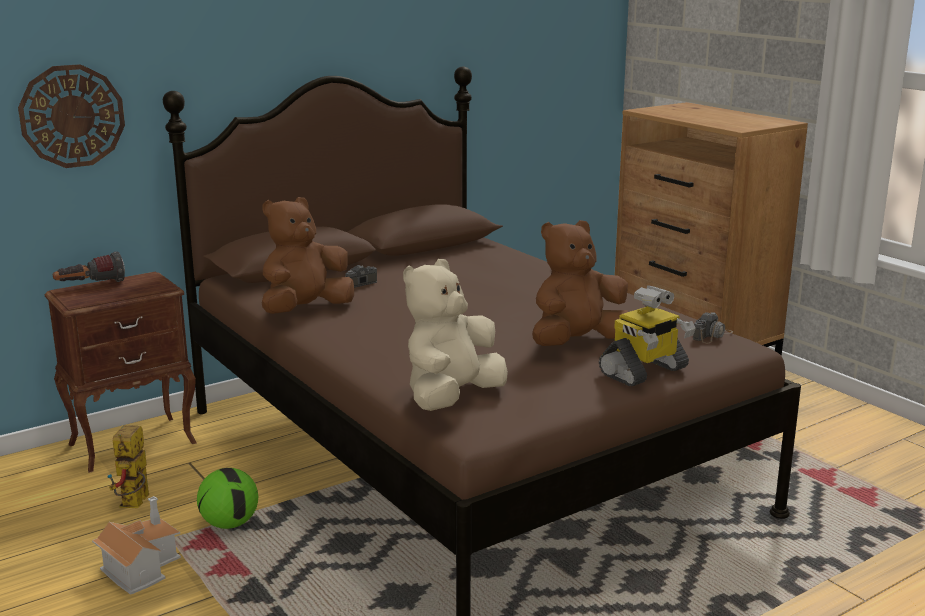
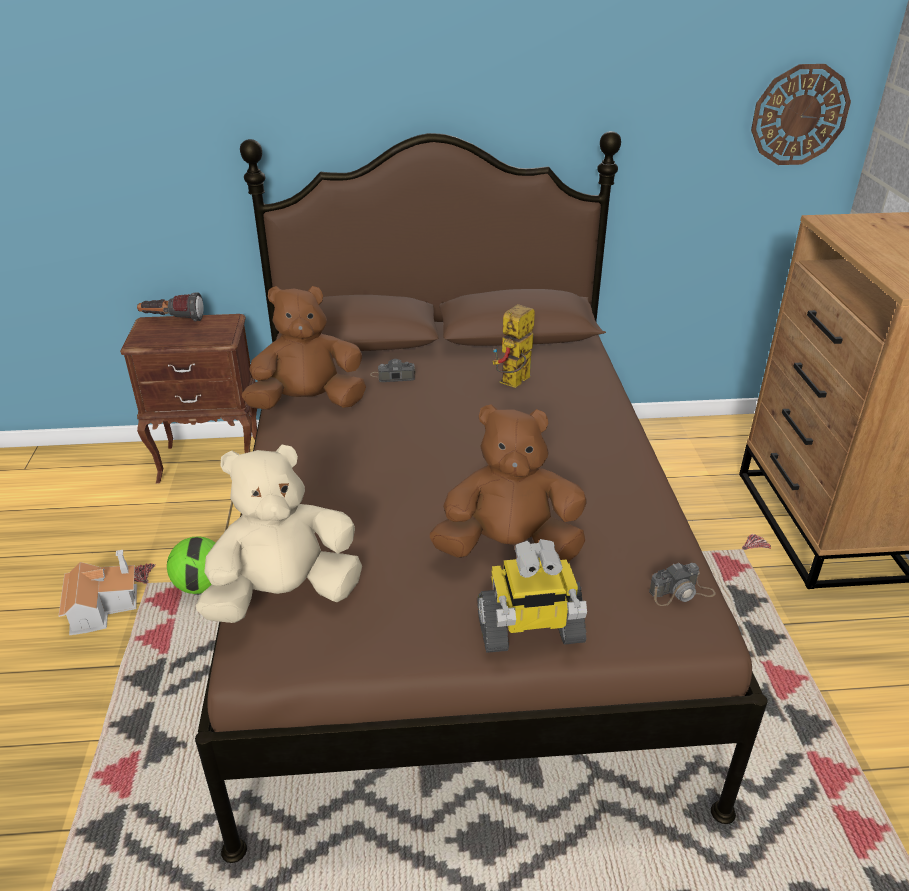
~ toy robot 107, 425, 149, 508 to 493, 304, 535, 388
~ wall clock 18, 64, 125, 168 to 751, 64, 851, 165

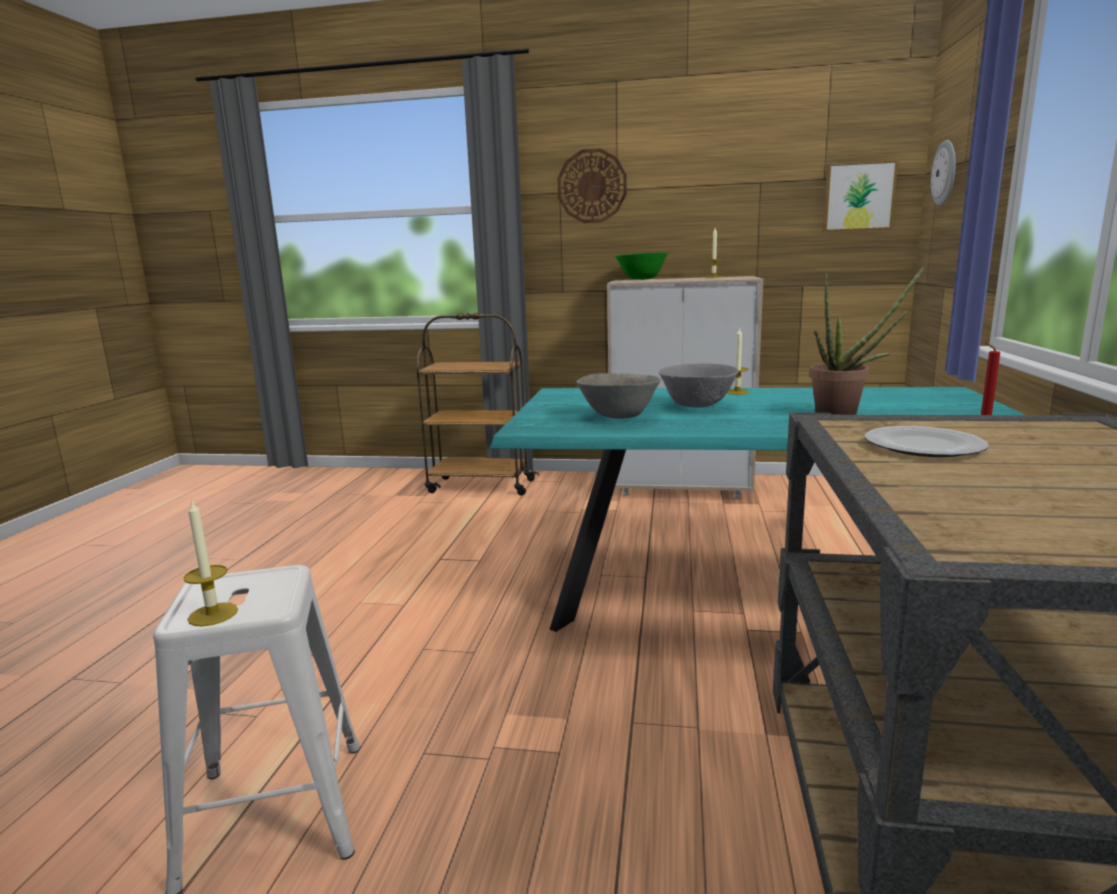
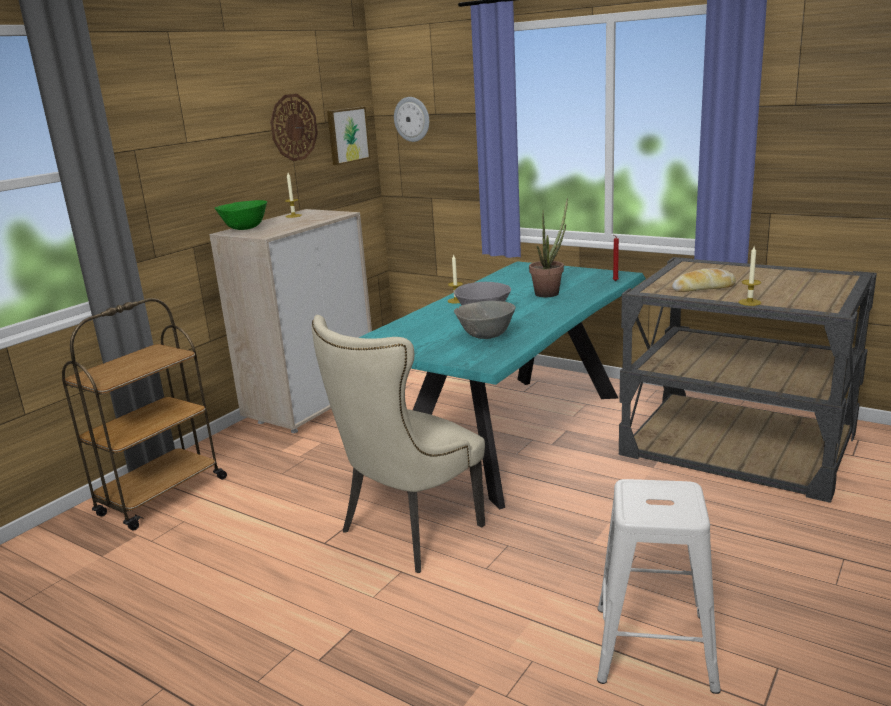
~ wall clock 557, 148, 627, 223 to 270, 94, 318, 161
+ beige chair 311, 315, 485, 573
~ plate 865, 426, 989, 457 to bread 672, 269, 736, 292
~ candle 184, 498, 238, 626 to 738, 247, 761, 306

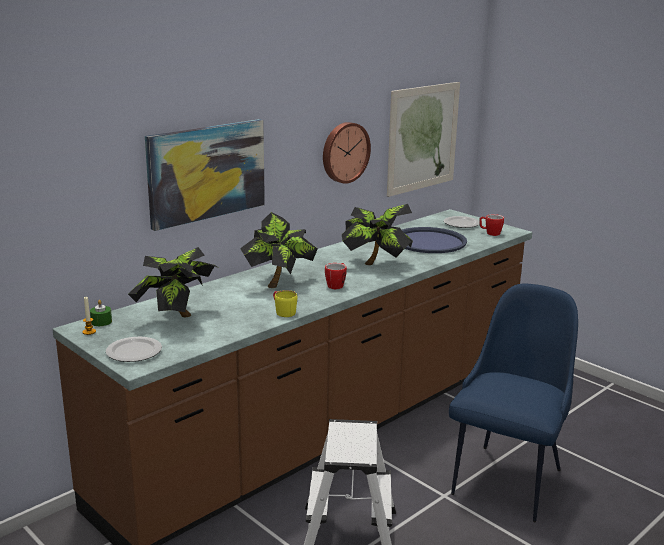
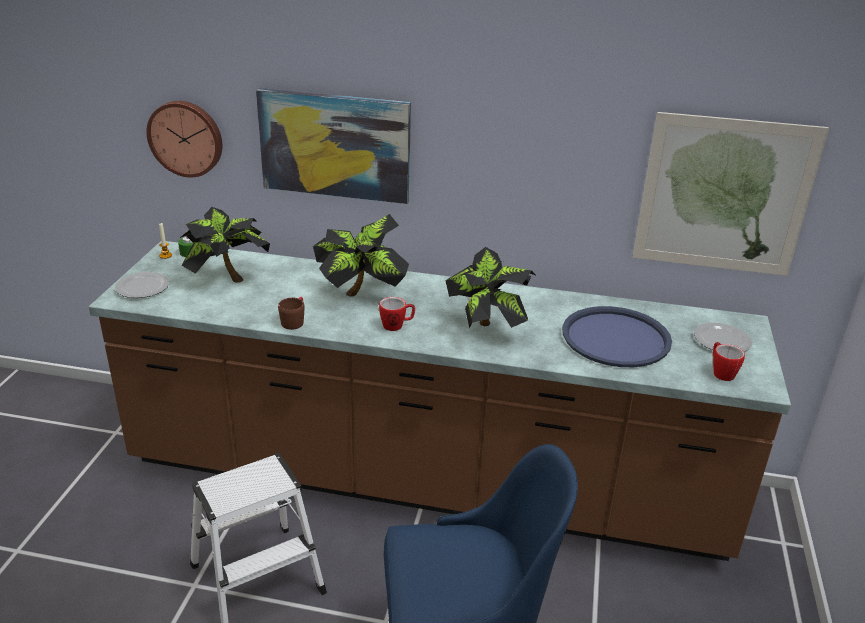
~ wall clock 323, 122, 371, 184 to 146, 101, 222, 178
~ yellow mug 273, 290, 297, 317 to brown mug 278, 297, 305, 330

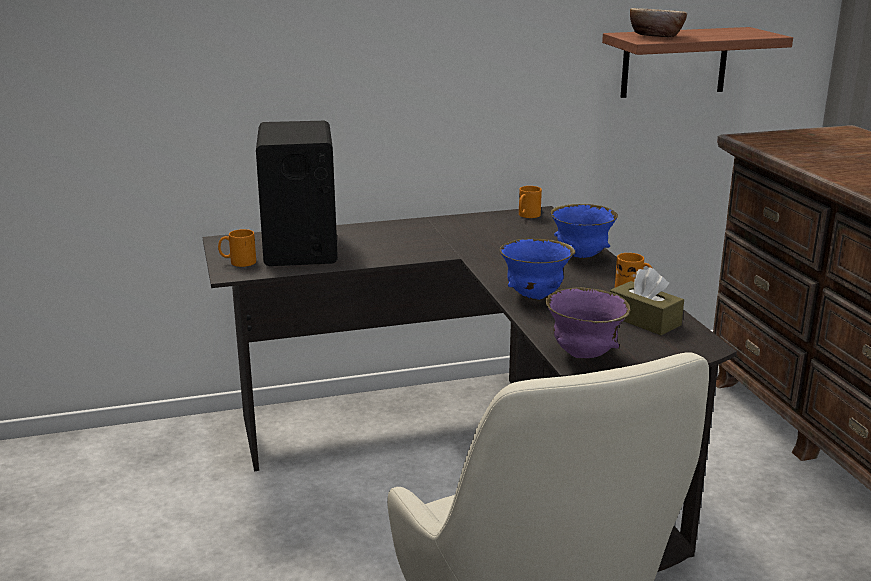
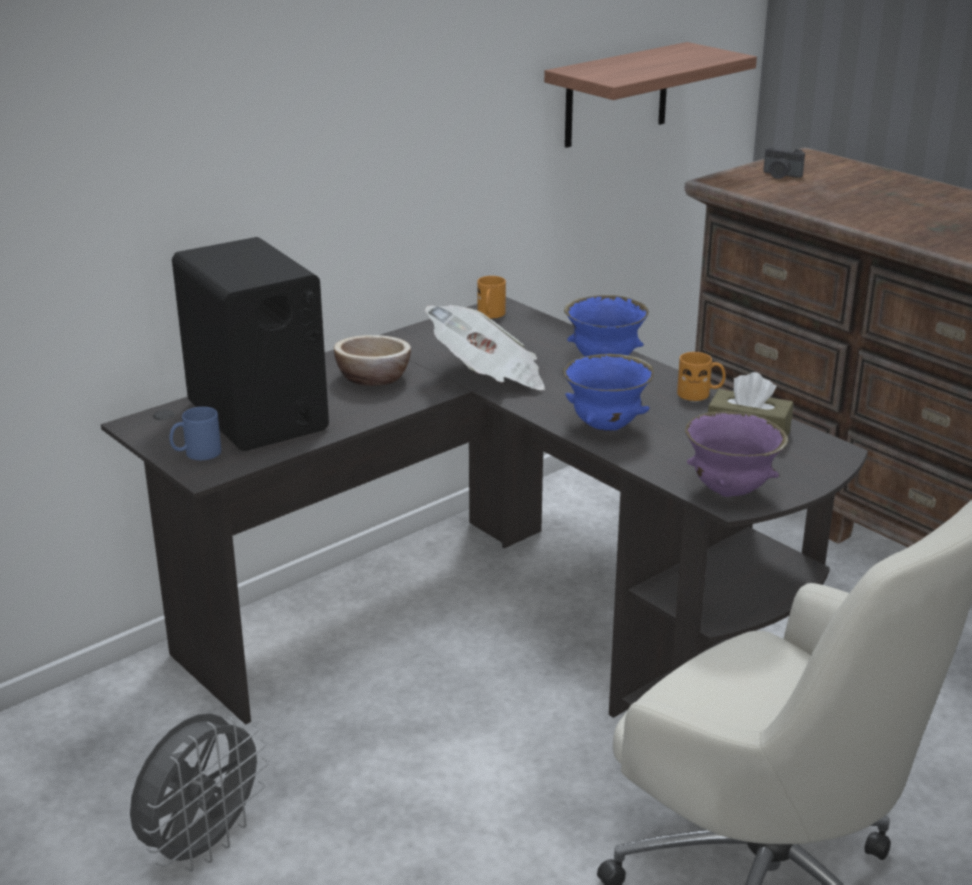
+ grey fan 130, 713, 269, 872
~ orange mug 218, 229, 256, 267 to blue mug 169, 407, 221, 460
~ bowl 630, 8, 687, 37 to 334, 335, 411, 386
+ newspaper 425, 305, 545, 390
+ photo camera 763, 147, 805, 179

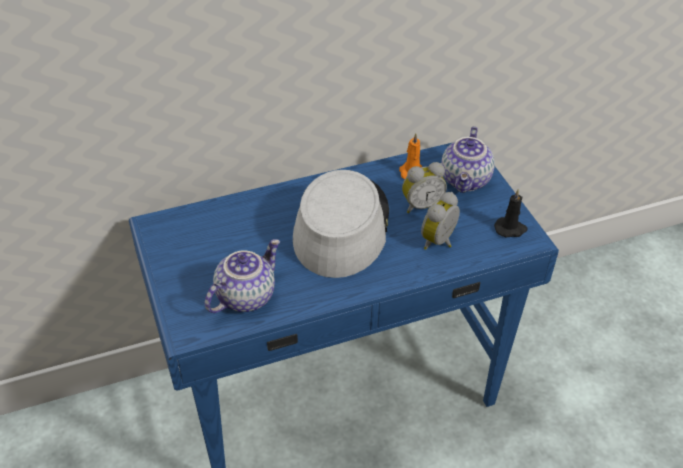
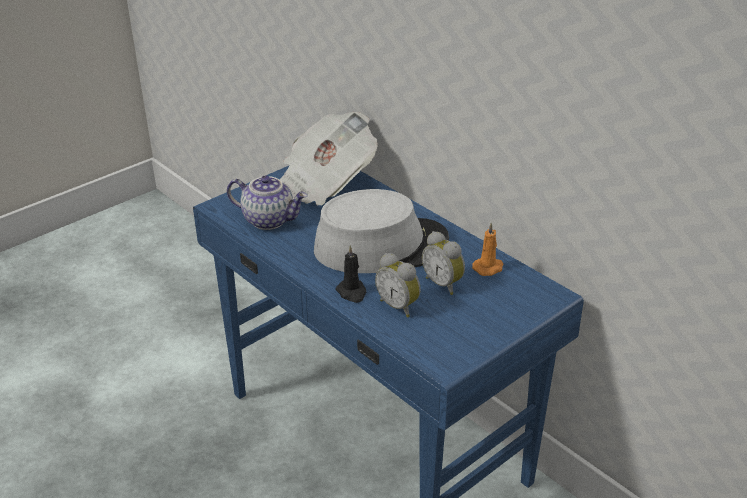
+ newspaper 280, 112, 377, 206
~ black candle 494, 189, 528, 238 to 336, 245, 366, 303
~ alarm clock 421, 192, 460, 250 = 375, 253, 421, 318 150 degrees counterclockwise
- teapot 441, 126, 495, 193

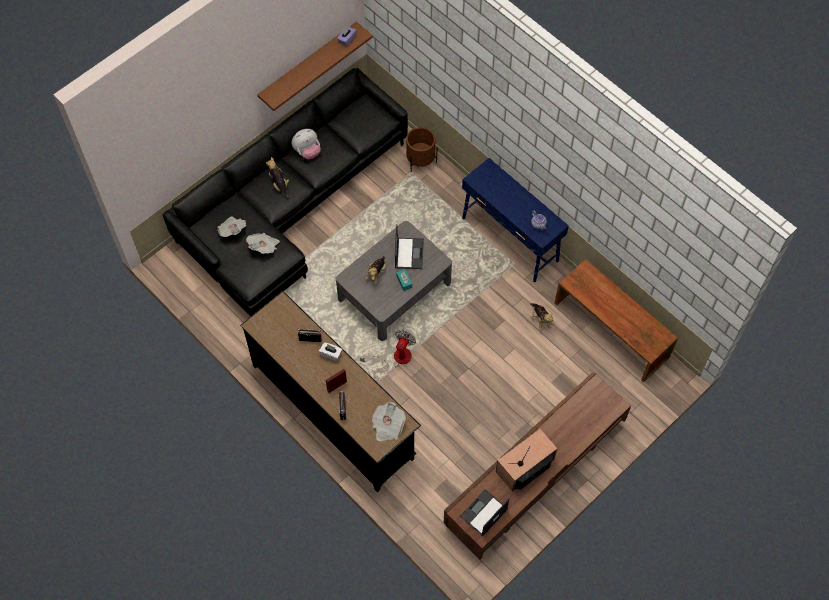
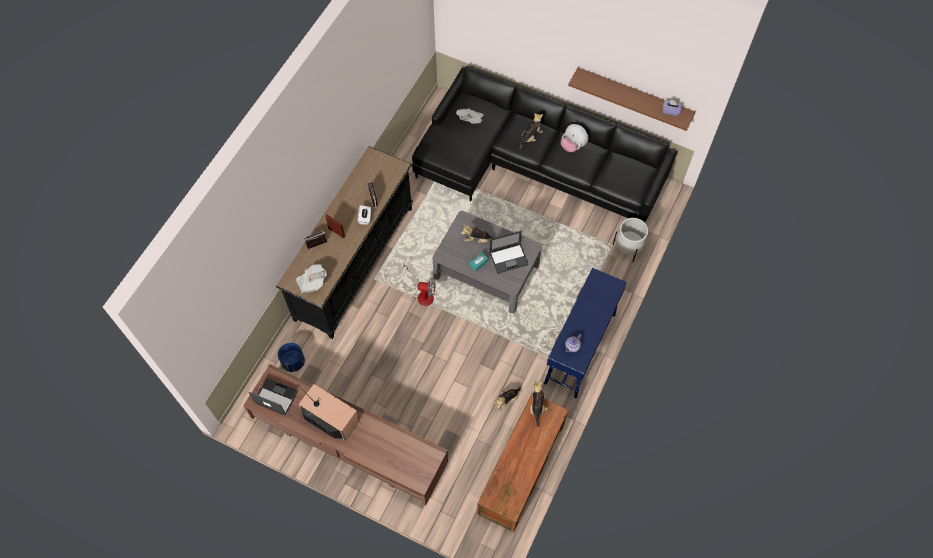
+ blue planter 278, 343, 305, 372
+ plush toy 530, 381, 548, 427
~ brown planter 406, 127, 437, 172 to white planter 613, 218, 648, 262
- newspaper 246, 233, 280, 254

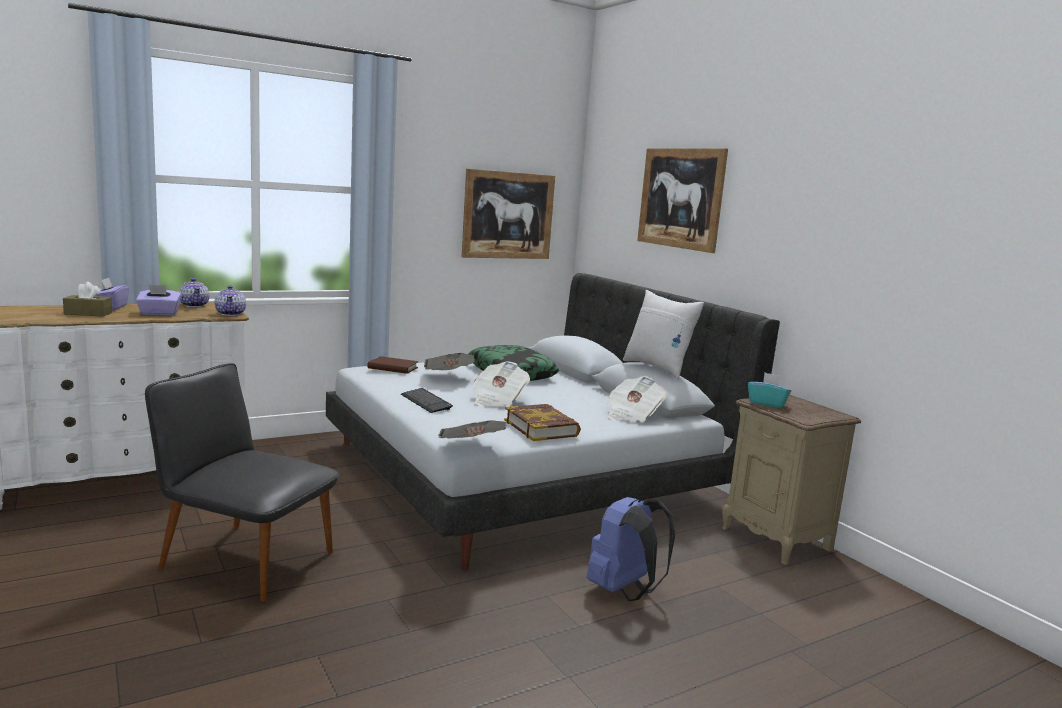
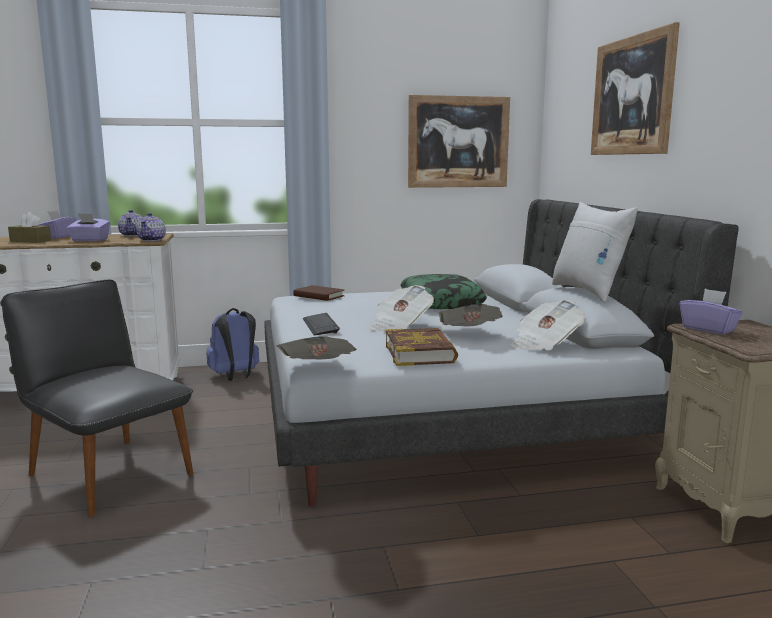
~ blue backpack 586, 496, 675, 601 to 206, 308, 259, 381
~ newspaper 424, 353, 475, 370 to 439, 304, 503, 326
~ turquoise tissue box 748, 373, 791, 408 to purple tissue box 680, 289, 743, 335

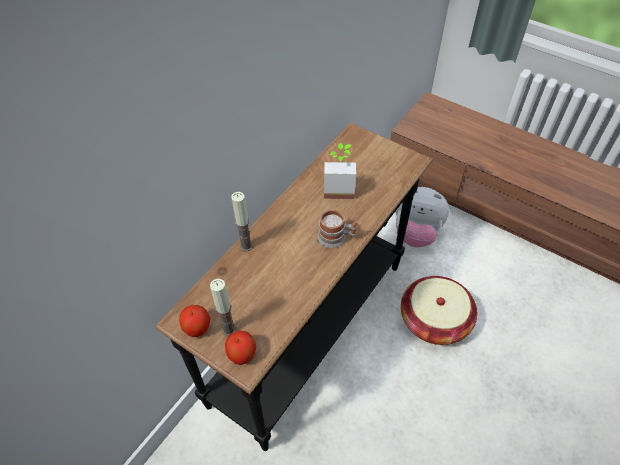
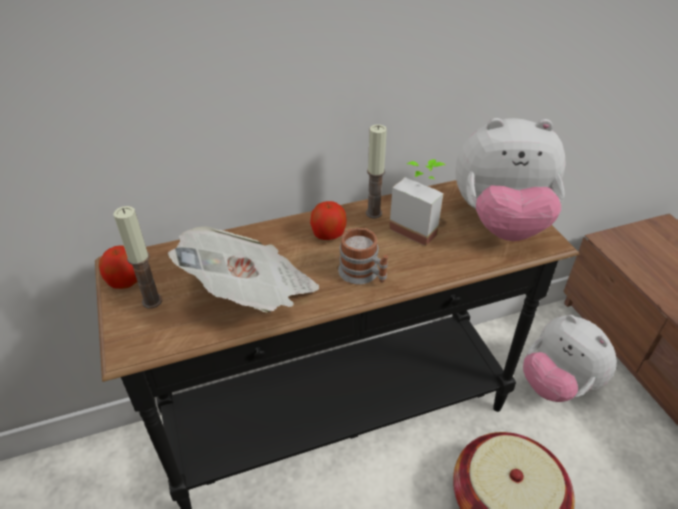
+ newspaper 168, 226, 319, 312
~ apple 225, 331, 256, 365 to 310, 201, 347, 240
~ candle 231, 192, 253, 252 to 366, 124, 387, 218
+ plush toy 456, 118, 566, 241

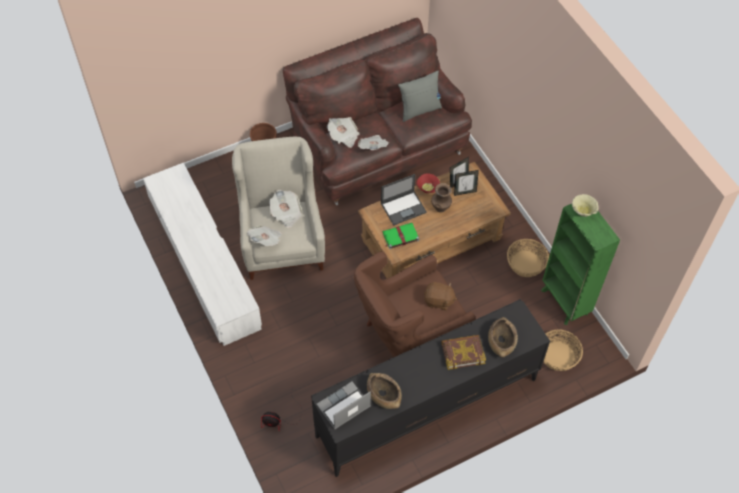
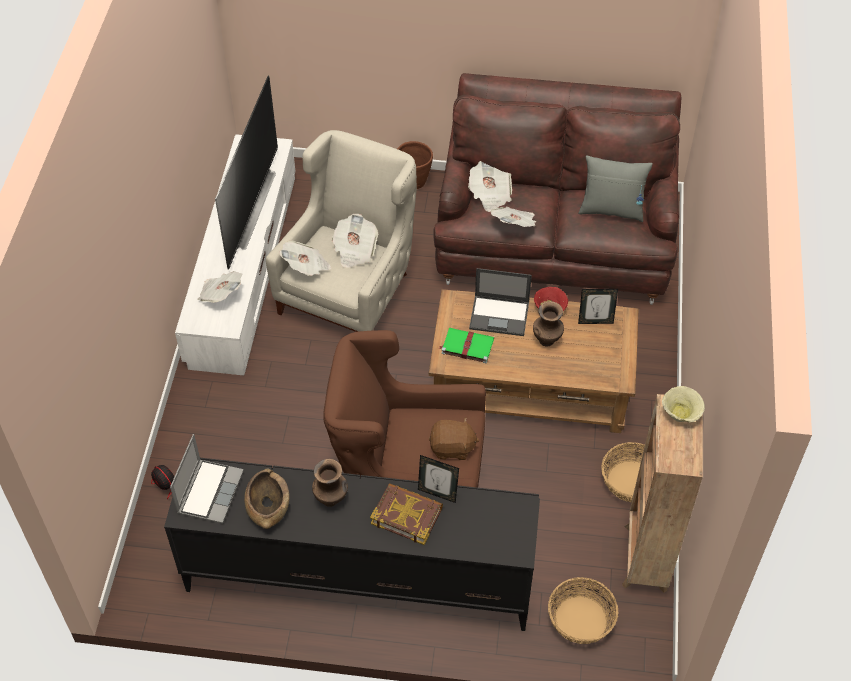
~ laptop 317, 382, 371, 429 = 170, 434, 244, 524 105 degrees clockwise
+ newspaper 197, 271, 243, 303
+ television 215, 76, 278, 270
+ brown vase 312, 459, 348, 507
~ picture frame 454, 170, 479, 196 to 418, 455, 459, 503
~ brown plush toy 424, 282, 457, 310 = 429, 417, 479, 460 45 degrees counterclockwise
~ green bookcase 541, 204, 620, 325 to brown bookcase 622, 394, 703, 593
- brown bowl 488, 317, 518, 358

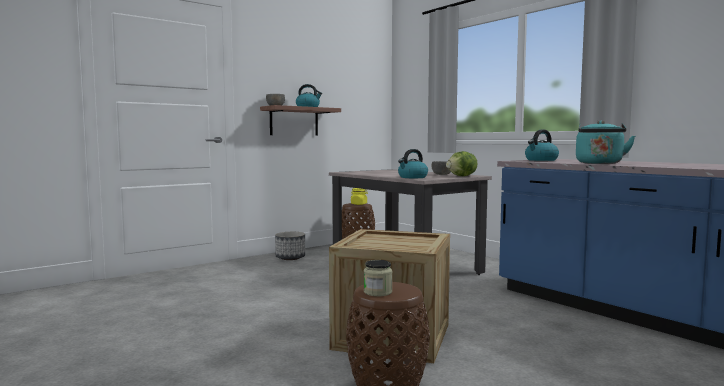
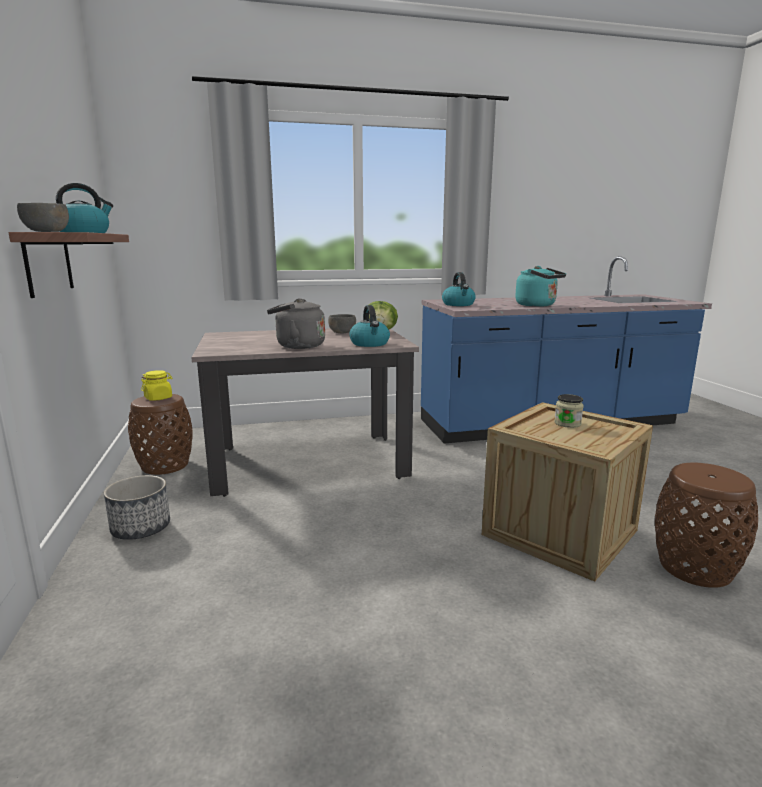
+ grey kettle 267, 298, 325, 349
~ jar 364, 260, 392, 296 to 554, 394, 584, 428

